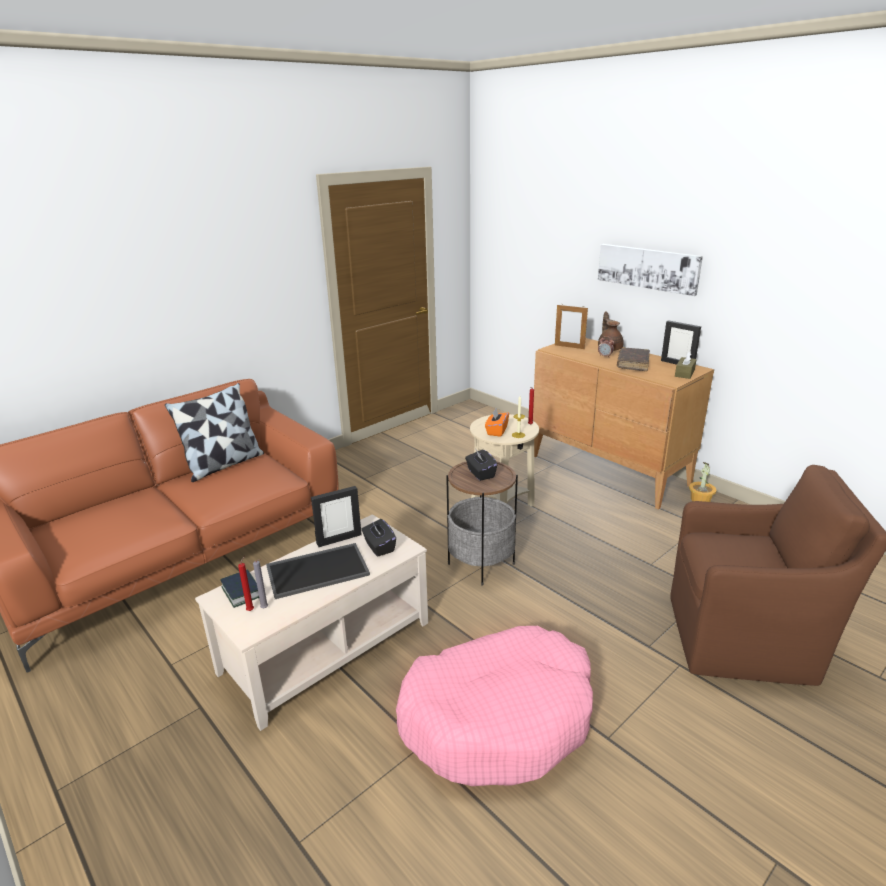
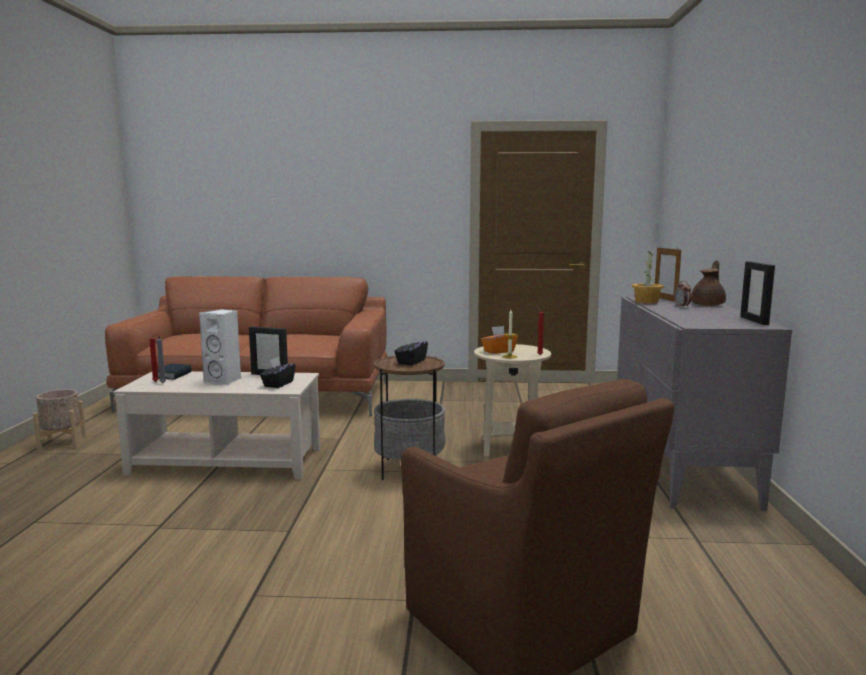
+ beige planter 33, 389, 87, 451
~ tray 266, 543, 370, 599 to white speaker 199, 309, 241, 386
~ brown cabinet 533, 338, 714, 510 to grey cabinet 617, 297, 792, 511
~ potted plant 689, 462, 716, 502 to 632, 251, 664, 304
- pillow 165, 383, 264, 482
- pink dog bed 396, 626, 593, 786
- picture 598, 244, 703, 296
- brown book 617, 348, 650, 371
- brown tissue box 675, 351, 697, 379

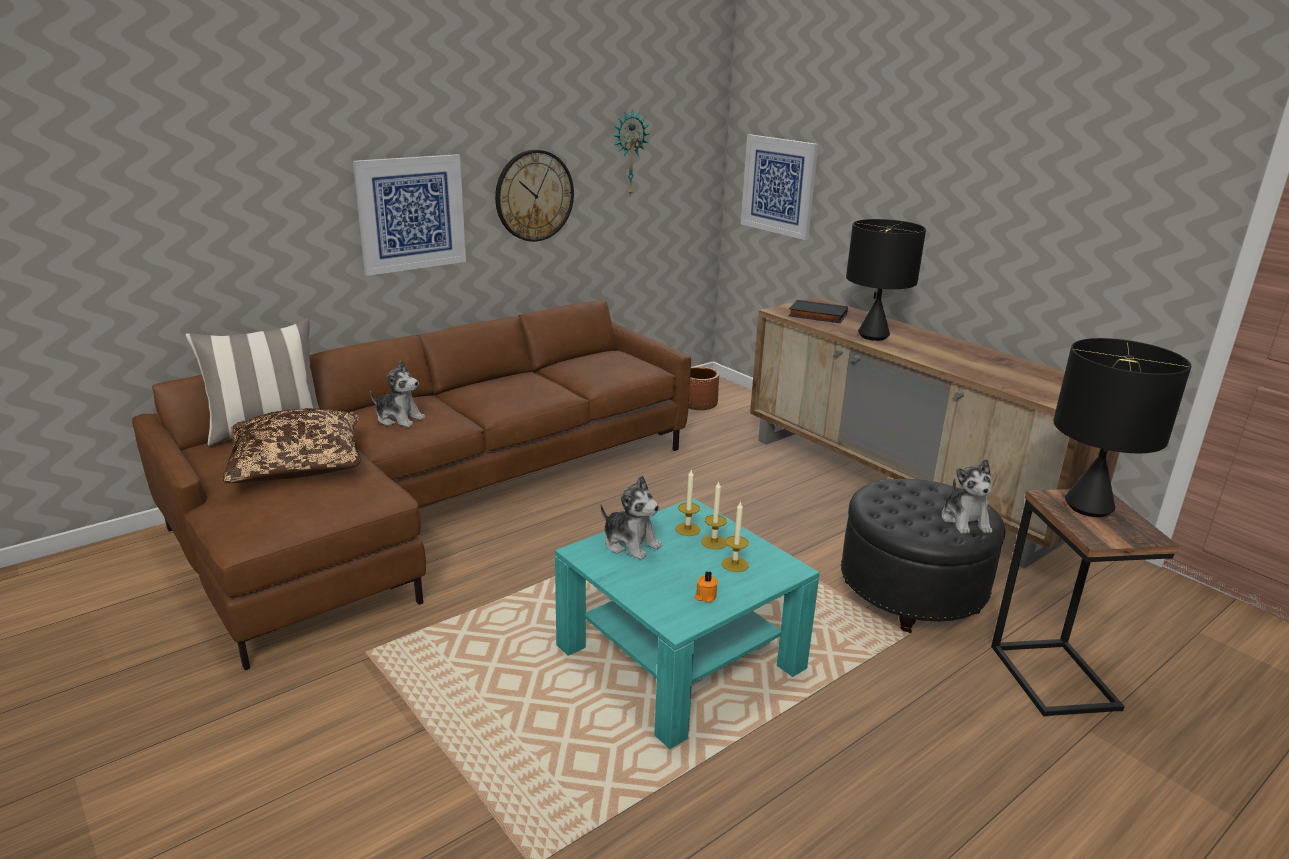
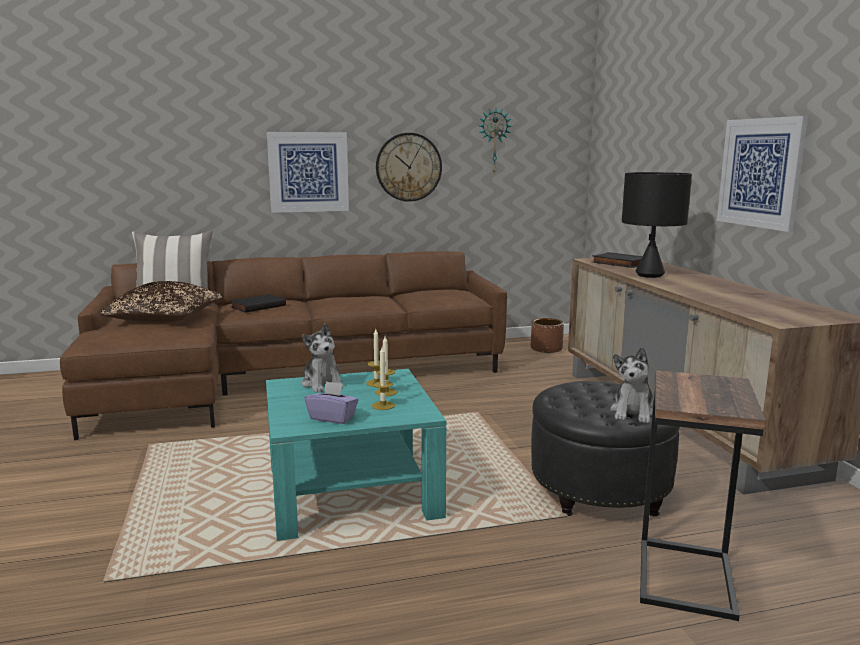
~ plush toy 370, 360, 425, 427 to black book 230, 294, 286, 313
~ orange candle 695, 571, 718, 603 to purple tissue box 305, 381, 358, 424
~ picture 741, 134, 818, 240 to 717, 116, 808, 232
- black table lamp 1053, 338, 1191, 517

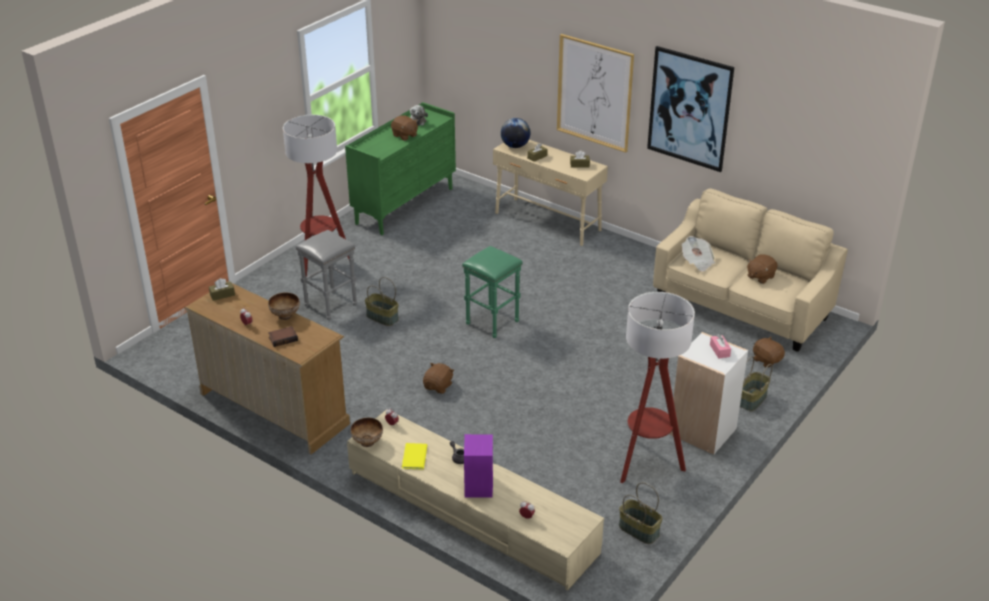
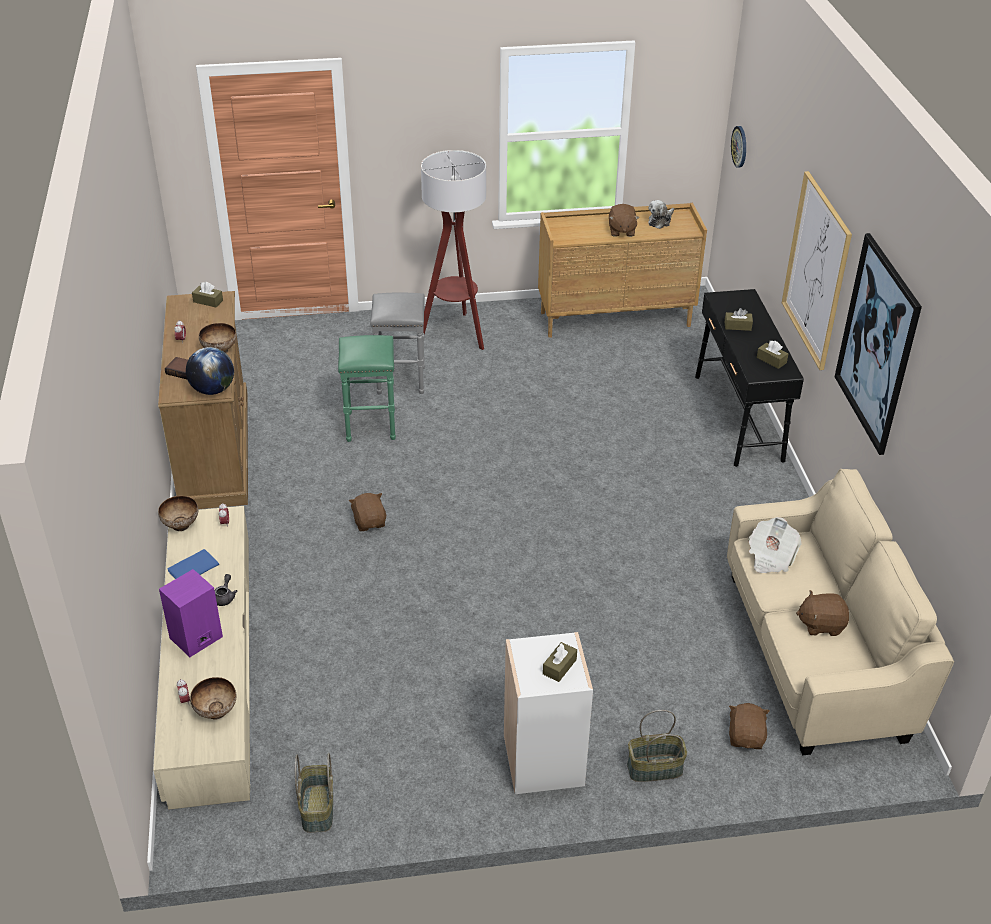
~ yellow book 402, 443, 427, 470 to blue book 168, 549, 219, 579
~ globe 501, 118, 530, 148 to 186, 347, 234, 395
+ bowl 190, 677, 237, 719
~ green stool 462, 246, 523, 338 to 338, 335, 396, 442
~ brown plush toy 423, 363, 454, 394 = 349, 493, 386, 531 90 degrees counterclockwise
~ green dresser 345, 102, 456, 235 to brown dresser 538, 203, 707, 338
~ pink tissue box 710, 334, 731, 359 to brown tissue box 543, 642, 577, 682
~ beige console table 493, 140, 608, 246 to black console table 695, 289, 804, 467
+ wall clock 731, 126, 746, 168
- basket 365, 277, 399, 326
- floor lamp 620, 292, 695, 483

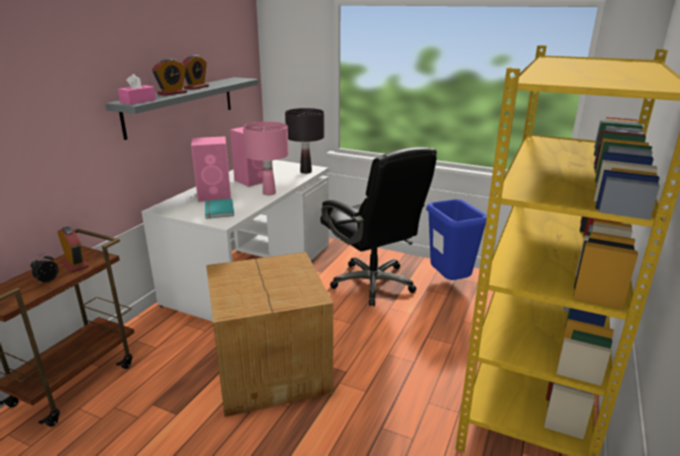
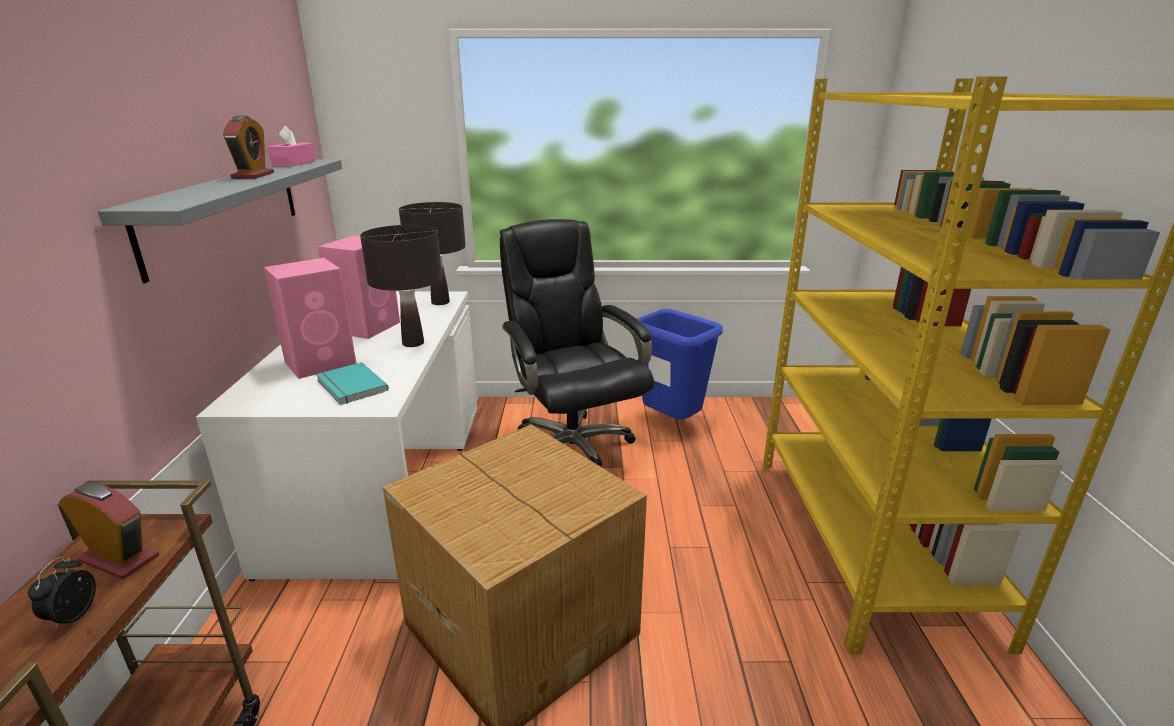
~ pink tissue box 118, 74, 156, 105 to 268, 126, 315, 167
~ pink table lamp 243, 122, 289, 195 to black table lamp 360, 225, 442, 347
~ black office chair 320, 147, 437, 306 = 500, 219, 654, 467 150 degrees counterclockwise
- alarm clock 152, 59, 187, 96

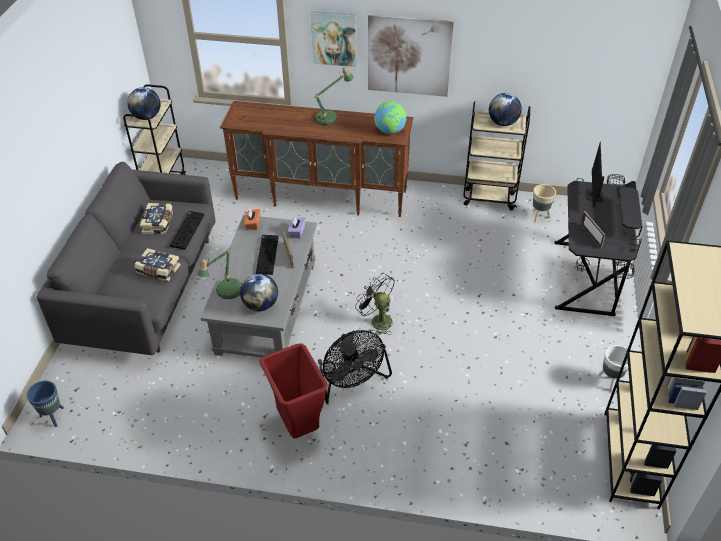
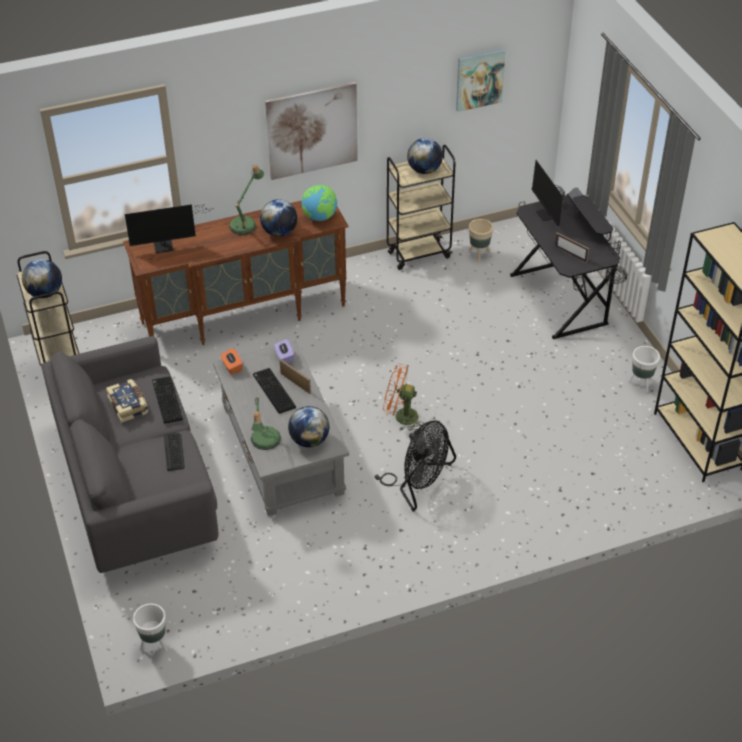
+ monitor 125, 204, 210, 253
~ blue planter 27, 381, 64, 427 to white planter 133, 604, 167, 652
~ book 135, 248, 181, 281 to keyboard 163, 433, 185, 471
+ globe 260, 199, 297, 237
~ black fan 355, 273, 395, 335 to orange fan 383, 364, 424, 431
~ picture 311, 11, 357, 67 to 456, 48, 506, 112
- red trash can 260, 343, 327, 438

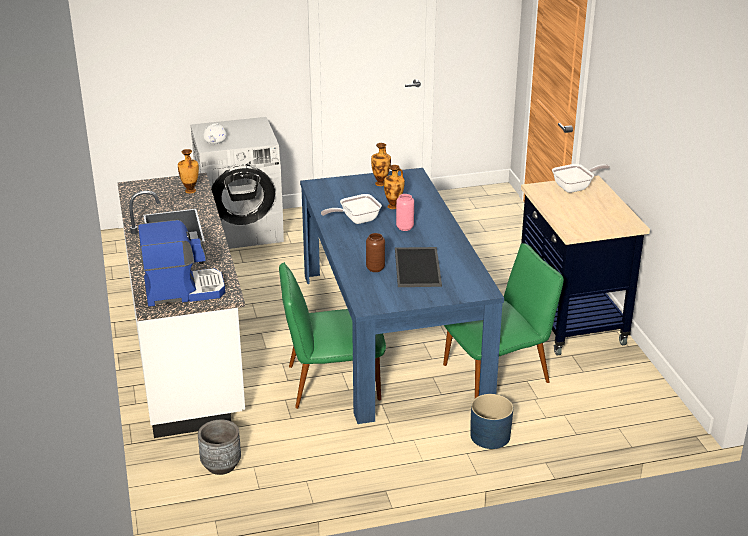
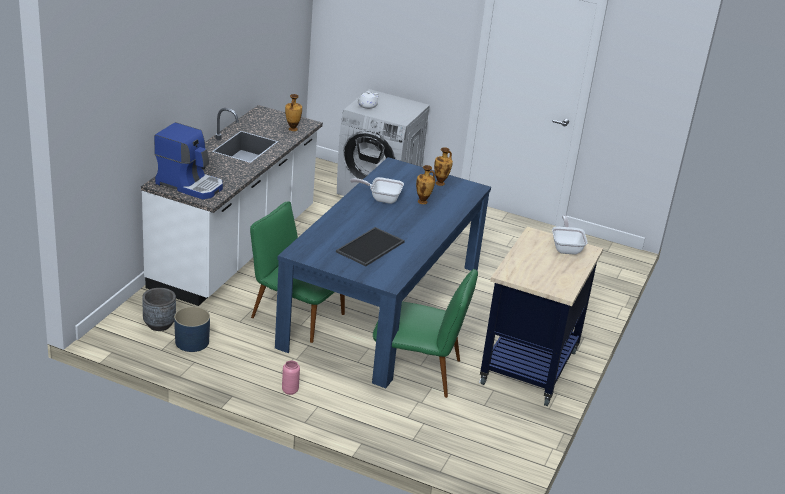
~ blue planter 470, 394, 513, 449 to 174, 306, 210, 352
~ pink vase 396, 194, 414, 231 to 282, 360, 300, 395
~ frying pan 552, 164, 610, 193 = 552, 215, 588, 255 105 degrees counterclockwise
- brown vase 366, 233, 385, 272

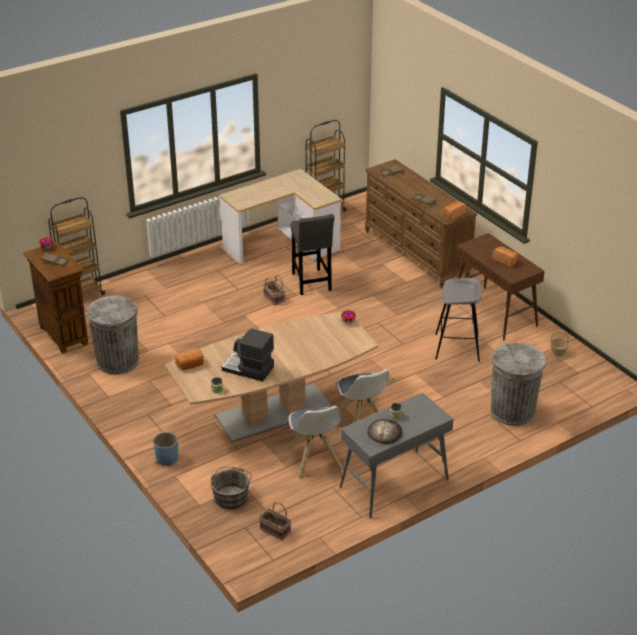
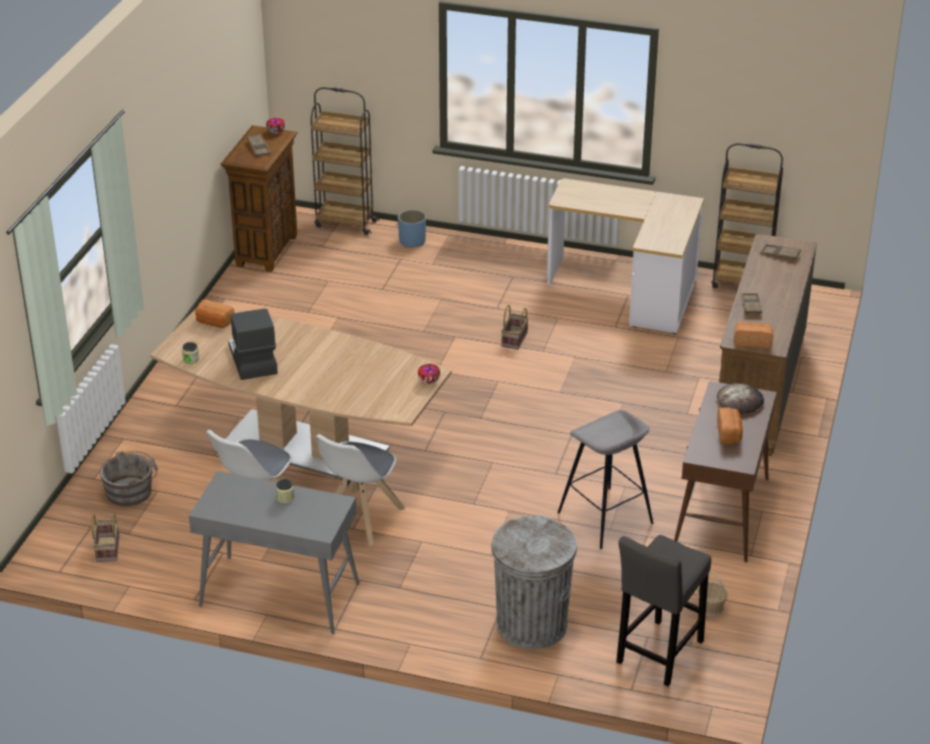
~ blue planter 153, 432, 179, 466 to 398, 209, 426, 248
~ grey stool 291, 214, 334, 295 to 616, 535, 711, 686
~ bread 367, 419, 402, 444 to 717, 383, 764, 414
- grey trash can 86, 296, 139, 374

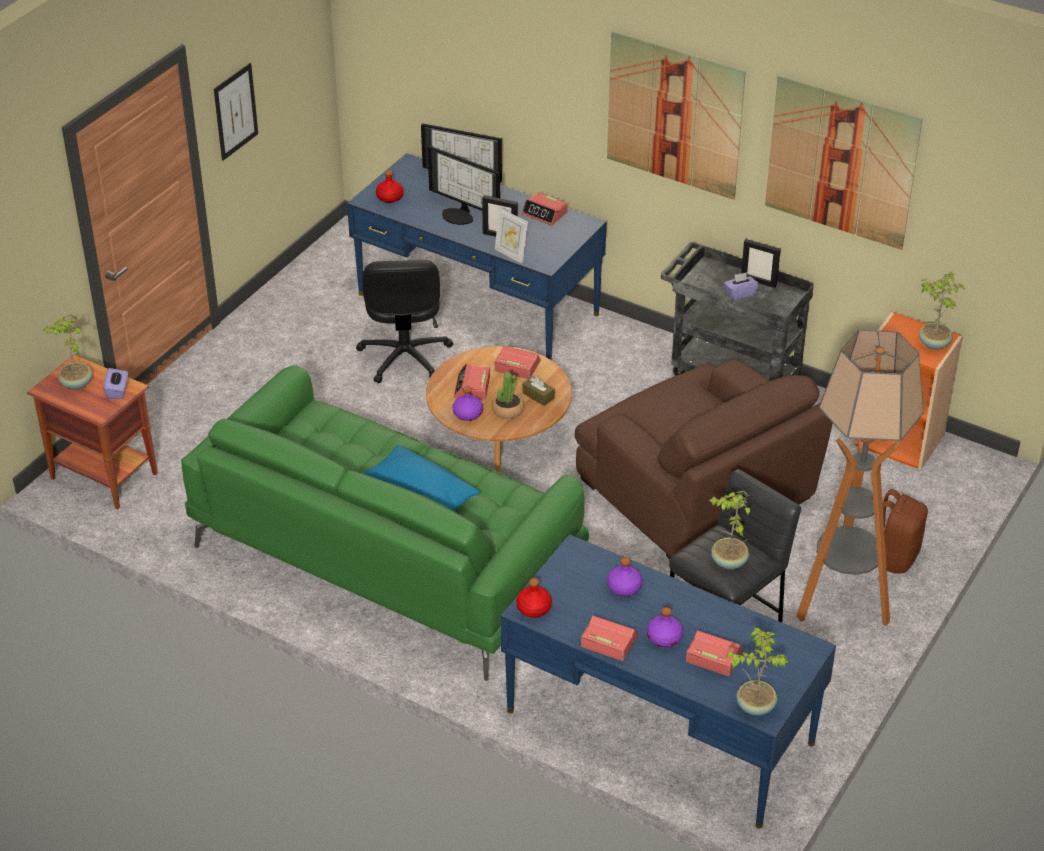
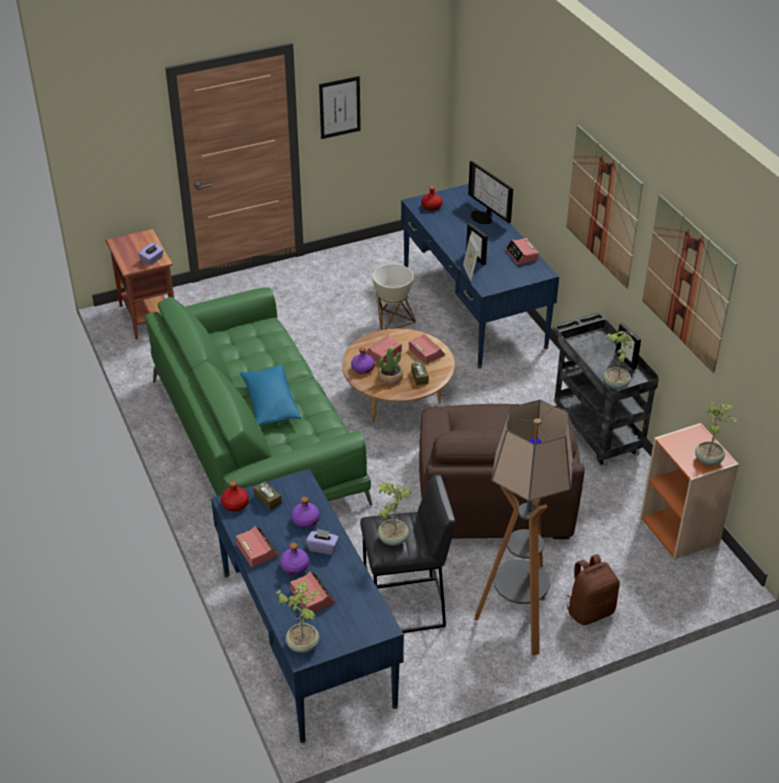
+ brown tissue box 254, 481, 282, 510
~ purple tissue box 724, 272, 759, 300 to 306, 529, 339, 555
~ black office chair 356, 260, 453, 383 to planter 373, 264, 416, 330
~ potted plant 43, 314, 92, 390 to 603, 331, 634, 390
- monitor 428, 146, 500, 225

